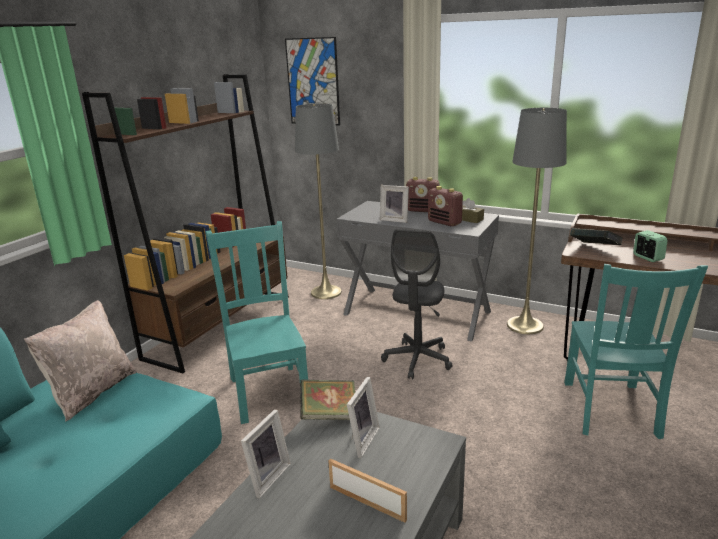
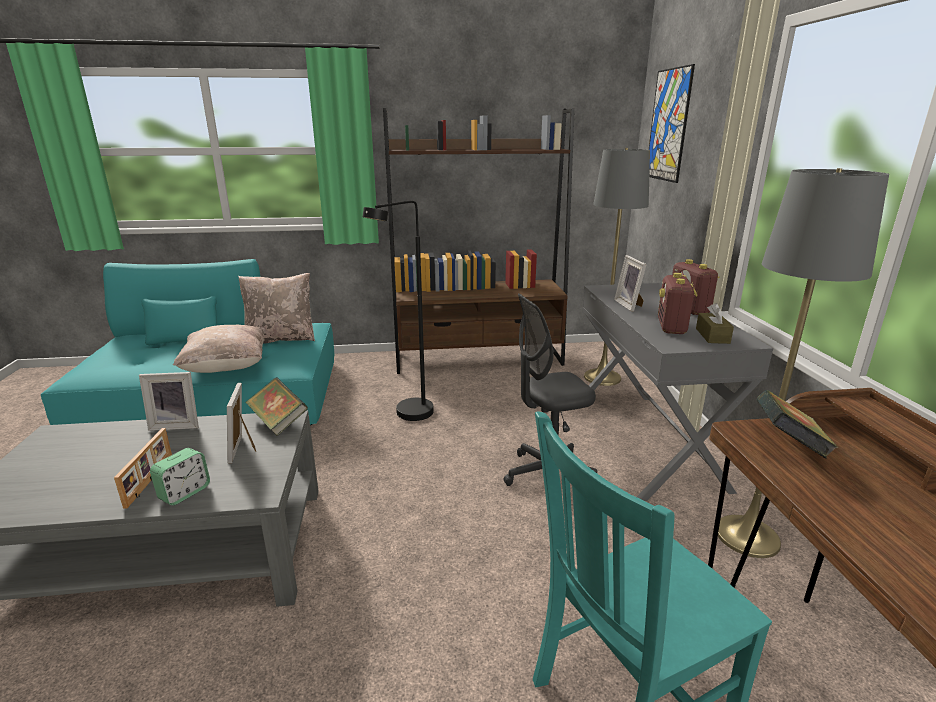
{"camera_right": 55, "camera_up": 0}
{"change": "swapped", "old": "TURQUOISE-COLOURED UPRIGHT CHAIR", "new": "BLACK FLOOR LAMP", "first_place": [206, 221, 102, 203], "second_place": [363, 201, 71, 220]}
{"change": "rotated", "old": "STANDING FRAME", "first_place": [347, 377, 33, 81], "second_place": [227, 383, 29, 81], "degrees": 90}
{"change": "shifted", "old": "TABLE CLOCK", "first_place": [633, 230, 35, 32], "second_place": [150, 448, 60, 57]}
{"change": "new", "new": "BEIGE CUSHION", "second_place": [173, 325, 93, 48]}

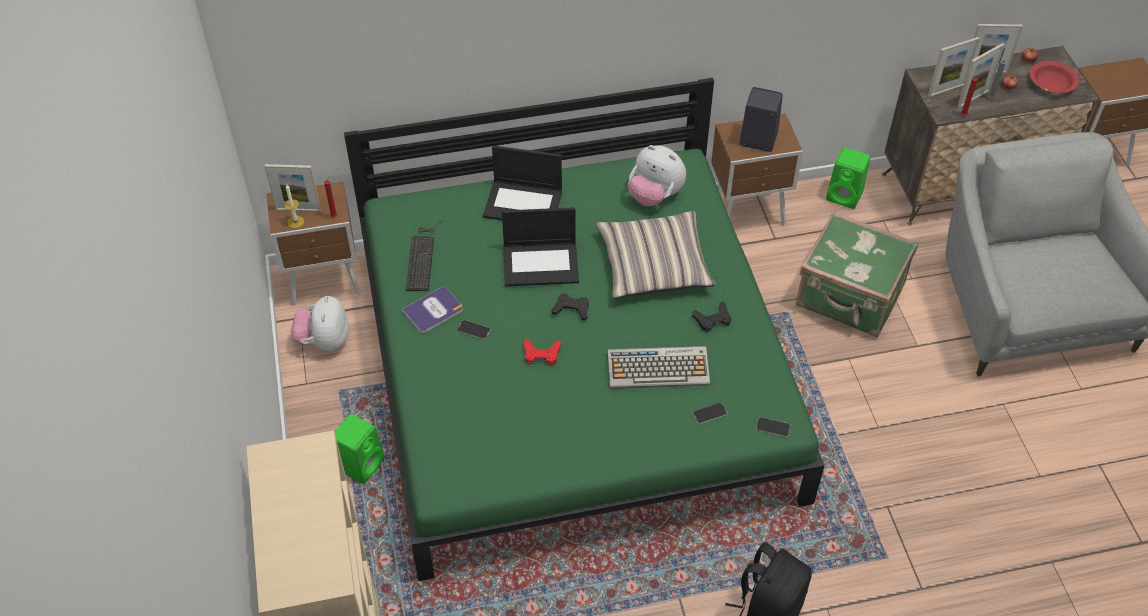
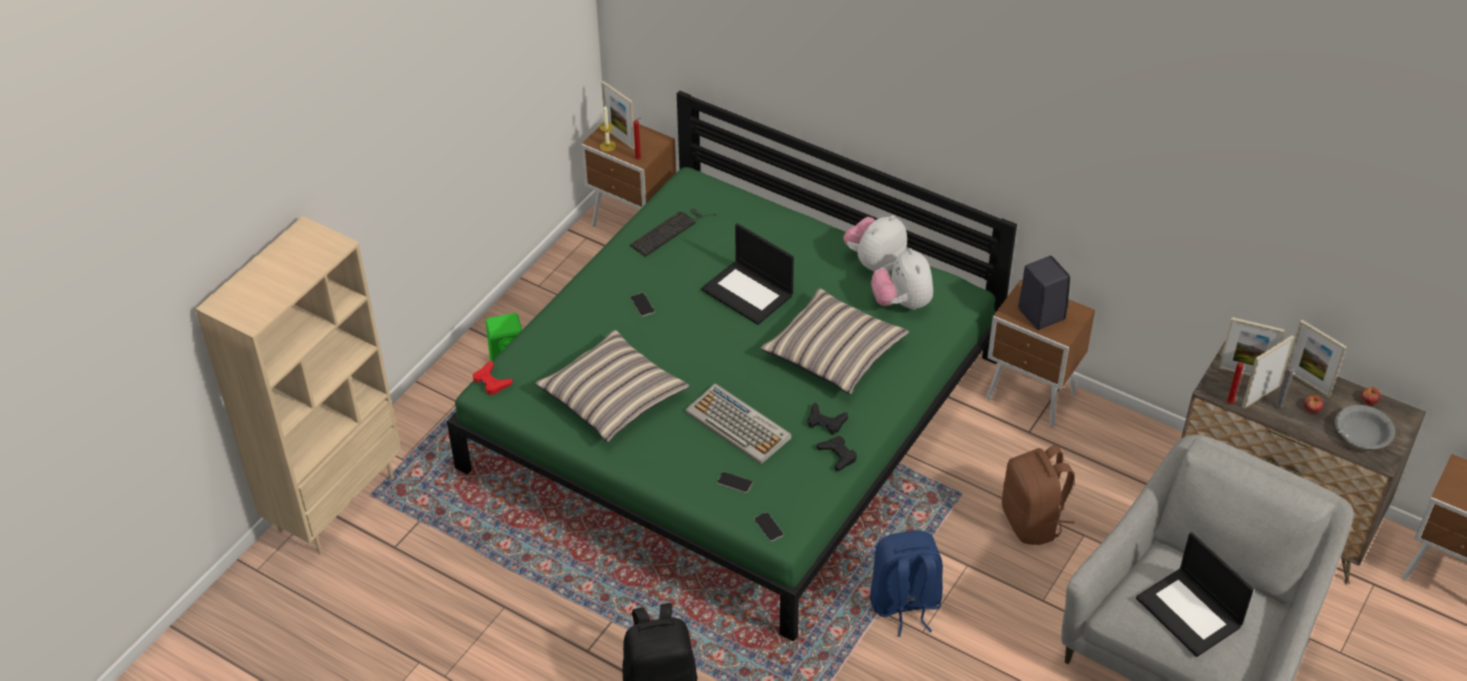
{"camera_right": 45, "camera_up": -5}
{"change": "shifted", "old": "PLUSH TOY", "first_place": [291, 296, 58, 55], "second_place": [843, 215, 64, 57]}
{"change": "gone", "old": "BOOK", "first_place": [402, 286, 61, 47]}
{"change": "shifted", "old": "PORTABLE COMPUTER", "first_place": [483, 145, 79, 75], "second_place": [1136, 532, 118, 125]}
{"change": "shifted", "old": "RED-COLOURED GAME CONTROLLER", "first_place": [523, 339, 38, 26], "second_place": [473, 361, 40, 34]}
{"change": "shifted", "old": "BLACK GAME CONTROLLER", "first_place": [552, 293, 37, 28], "second_place": [816, 436, 41, 35]}
{"change": "swapped", "old": "GREEN-COLOURED SUITCASE", "new": "BROWN BACKPACK", "first_place": [796, 211, 122, 126], "second_place": [1002, 445, 73, 100]}
{"change": "gone", "old": "GREEN-COLOURED LOUDSPEAKER", "first_place": [826, 147, 44, 62]}
{"change": "rotated", "old": "STANDING FRAME", "first_place": [957, 43, 48, 65], "second_place": [1242, 335, 53, 74], "degrees": 135}
{"change": "repainted", "old": "RED-COLOURED DEEP DISH", "new": "GREY DEEP DISH", "first_place": [1030, 61, 49, 32], "second_place": [1335, 405, 60, 44]}
{"change": "new", "new": "CUSHION", "second_place": [535, 330, 154, 112]}
{"change": "new", "new": "BLUE BACKPACK", "second_place": [870, 530, 73, 107]}

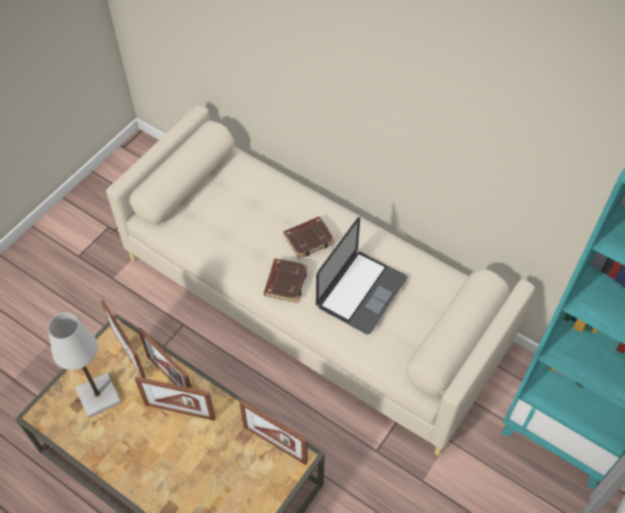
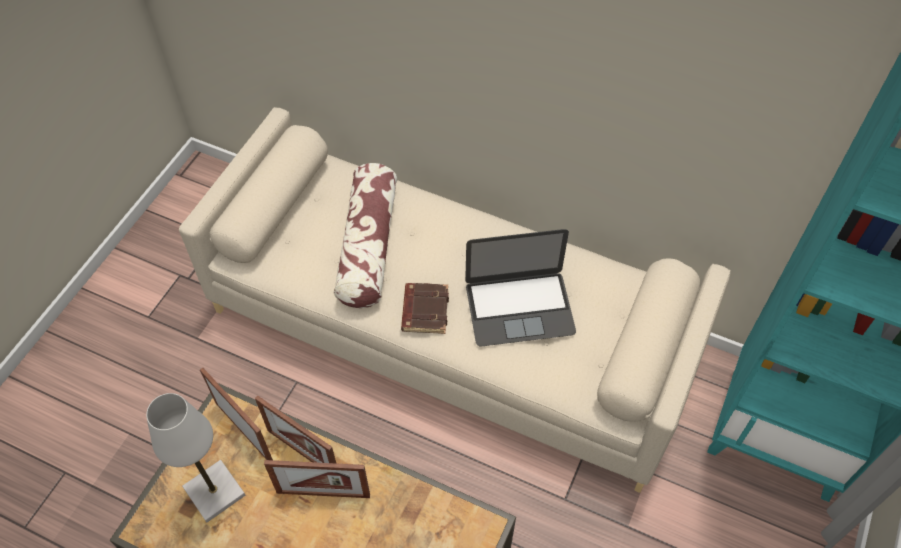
{"camera_right": -10, "camera_up": 0}
{"change": "gone", "old": "STANDING FRAME", "first_place": [239, 400, 69, 65]}
{"change": "gone", "old": "BROWN BOOK", "first_place": [284, 216, 51, 43]}
{"change": "rotated", "old": "PORTABLE COMPUTER", "first_place": [316, 217, 91, 117], "second_place": [465, 229, 111, 118], "degrees": 60}
{"change": "new", "new": "CUSHION", "second_place": [334, 163, 63, 145]}

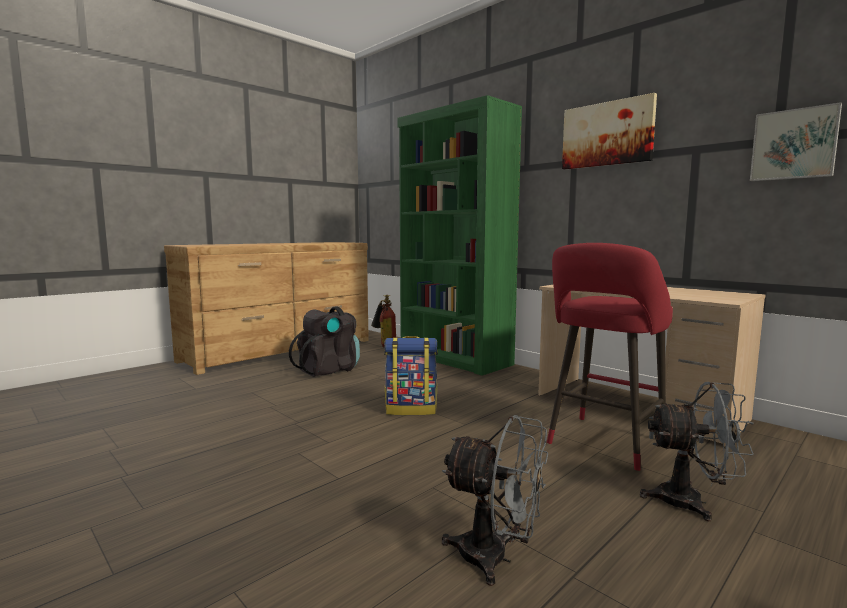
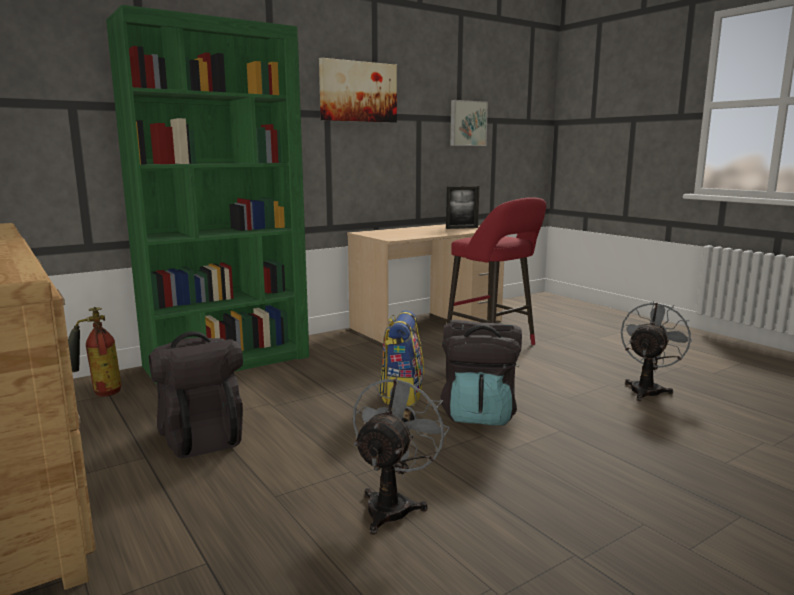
{"camera_right": -80, "camera_up": 5}
{"change": "shifted", "old": "GREY ELECTRIC FAN", "first_place": [640, 382, 114, 139], "second_place": [353, 373, 97, 162]}
{"change": "new", "new": "BLACK BACKPACK", "second_place": [441, 320, 81, 106]}
{"change": "new", "new": "STANDING FRAME", "second_place": [446, 186, 33, 43]}

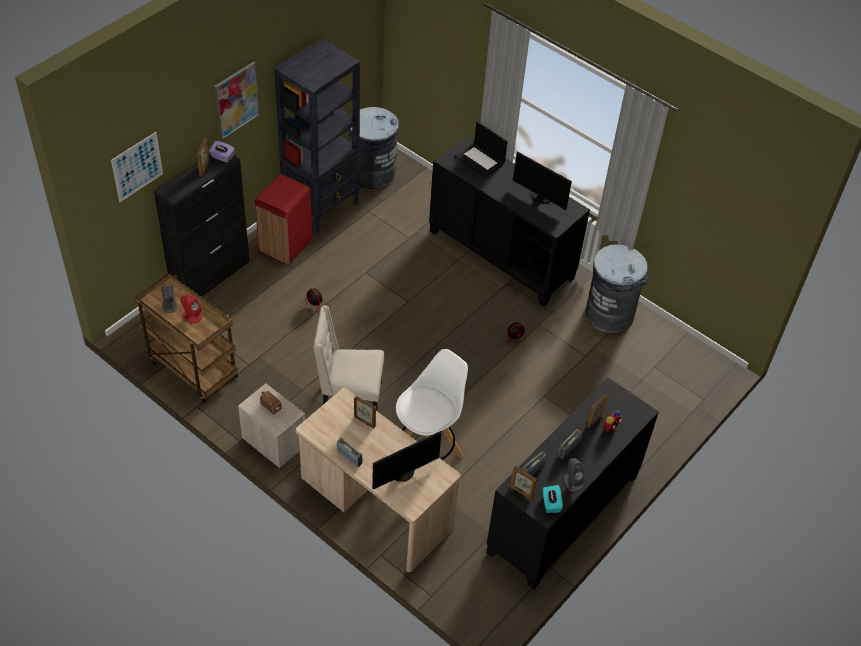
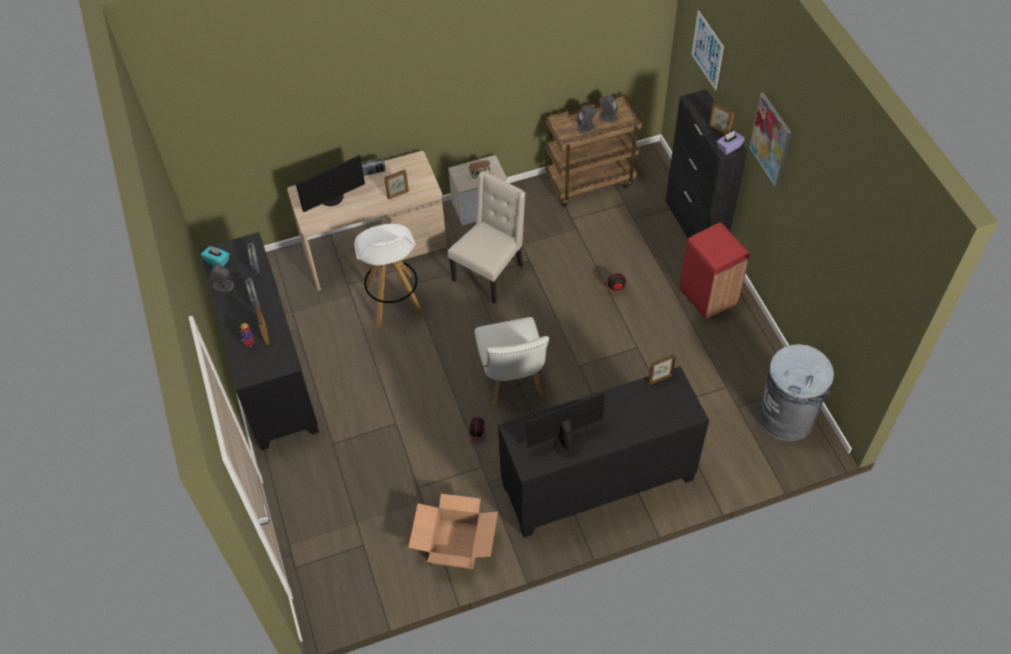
{"camera_right": 125, "camera_up": 5}
{"change": "repainted", "old": "RED-COLOURED LOUDSPEAKER", "new": "GREY LOUDSPEAKER", "first_place": [180, 295, 22, 28], "second_place": [577, 105, 20, 28]}
{"change": "gone", "old": "BLACK SHELVING UNIT", "first_place": [274, 38, 87, 196]}
{"change": "rotated", "old": "COMPUTER SCREEN", "first_place": [372, 431, 70, 58], "second_place": [296, 155, 69, 57], "degrees": -120}
{"change": "gone", "old": "PORTABLE COMPUTER", "first_place": [455, 121, 53, 56]}
{"change": "shifted", "old": "STANDING FRAME", "first_place": [510, 466, 27, 34], "second_place": [648, 354, 28, 31]}
{"change": "swapped", "old": "GREY WASTE BIN", "new": "PACKING BOX", "first_place": [586, 244, 62, 89], "second_place": [408, 494, 90, 75]}
{"change": "new", "new": "WHITE-COLOURED UPRIGHT CHAIR", "second_place": [475, 317, 74, 88]}

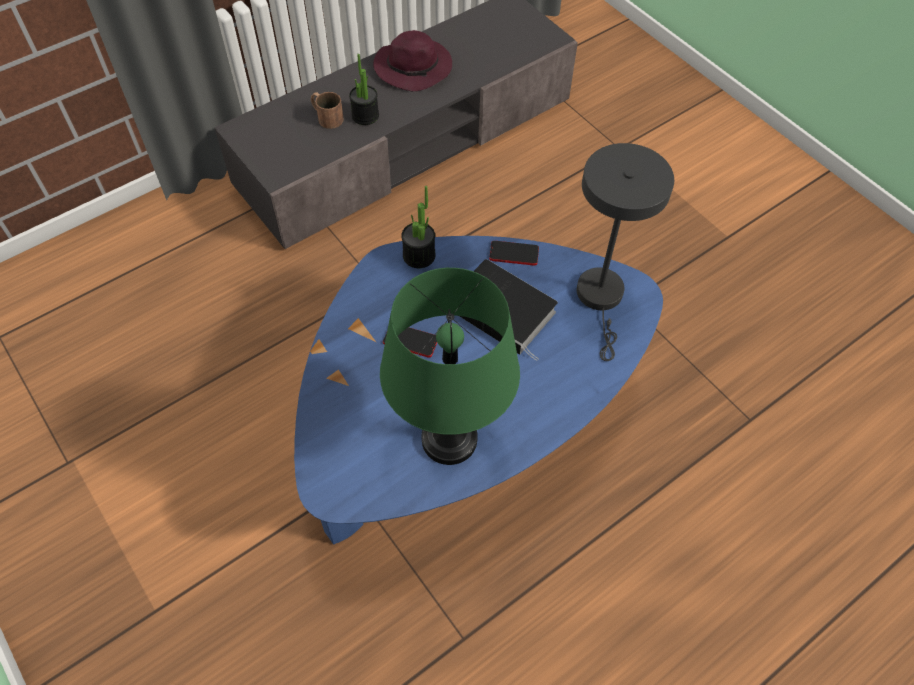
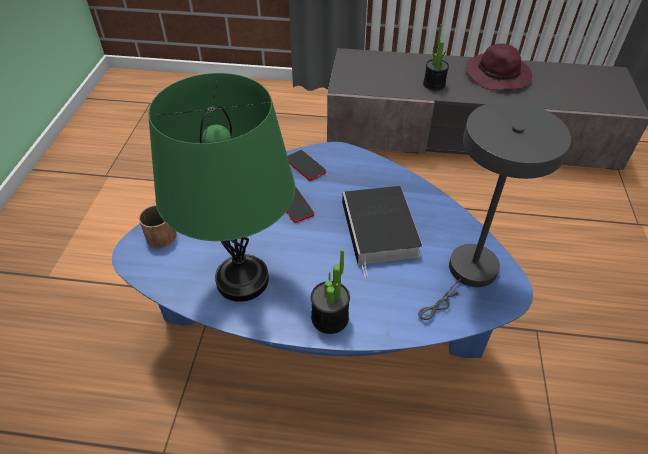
{"camera_right": 45, "camera_up": -10}
{"change": "shifted", "old": "BROWN MUG", "first_place": [311, 92, 33, 37], "second_place": [139, 202, 38, 46]}
{"change": "shifted", "old": "HOUSEPLANT", "first_place": [401, 186, 35, 82], "second_place": [311, 249, 39, 85]}
{"change": "shifted", "old": "TELEPHONE", "first_place": [489, 241, 50, 24], "second_place": [288, 150, 38, 31]}

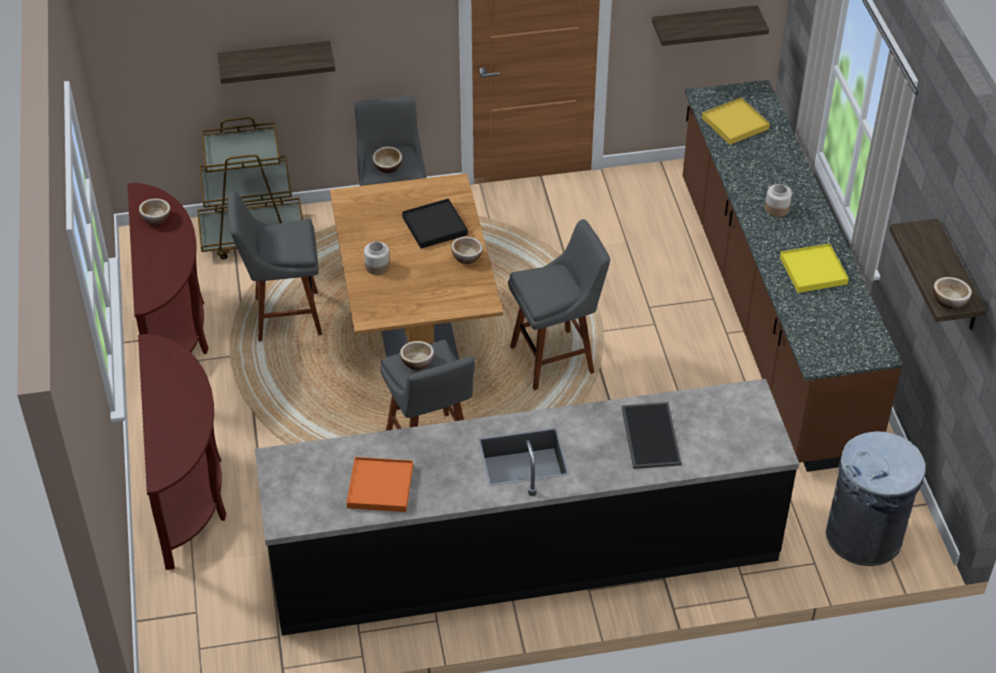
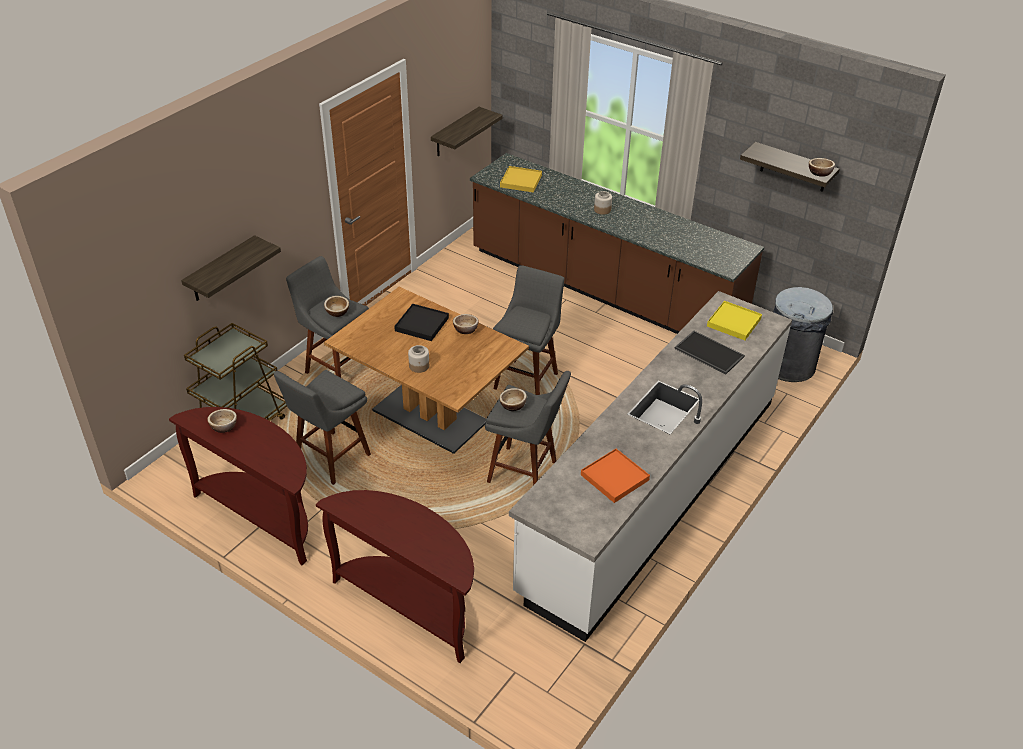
{"camera_right": -45, "camera_up": -5}
{"change": "repainted", "old": "BLACK KITCHEN COUNTER", "new": "WHITE-COLOURED KITCHEN COUNTER", "first_place": [255, 379, 544, 257], "second_place": [509, 291, 283, 351]}
{"change": "shifted", "old": "YELLOW-COLOURED TRAY", "first_place": [780, 243, 69, 50], "second_place": [707, 301, 55, 39]}

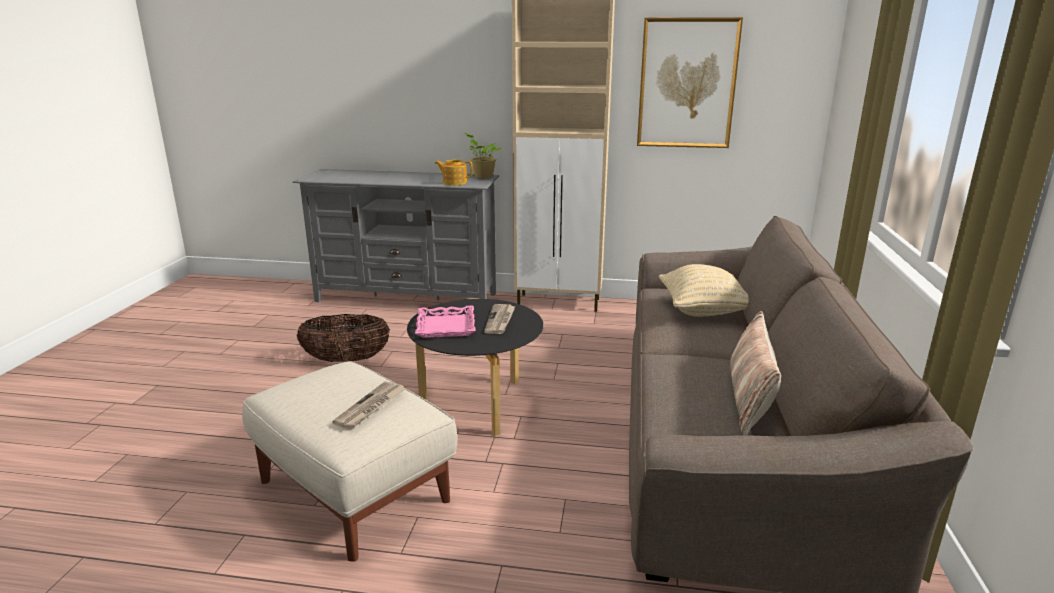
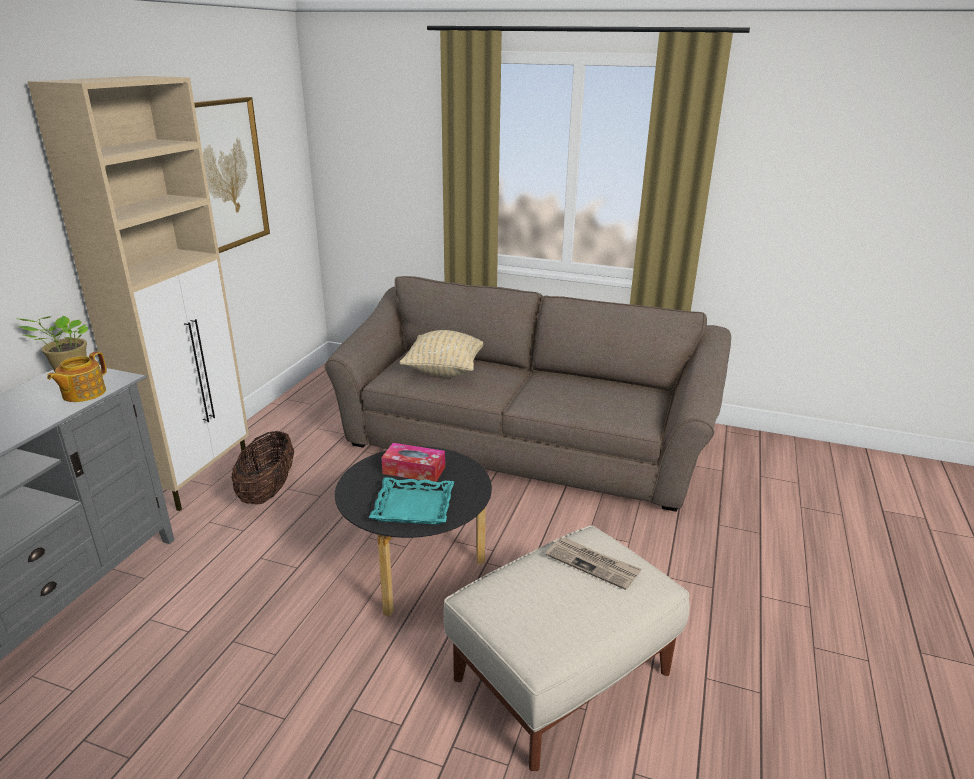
{"camera_right": -80, "camera_up": 5}
{"change": "shifted", "old": "HOUSEHOLD BASKET", "first_place": [297, 314, 93, 48], "second_place": [231, 431, 63, 74]}
{"change": "repainted", "old": "PINKISH TRAY", "new": "TURQUOISE-COLOURED TRAY", "first_place": [415, 306, 61, 32], "second_place": [369, 477, 85, 48]}
{"change": "swapped", "old": "NEWSPAPER", "new": "TISSUE BOX", "first_place": [484, 304, 31, 30], "second_place": [381, 443, 64, 39]}
{"change": "gone", "old": "CUSHION", "first_place": [730, 311, 51, 124]}

